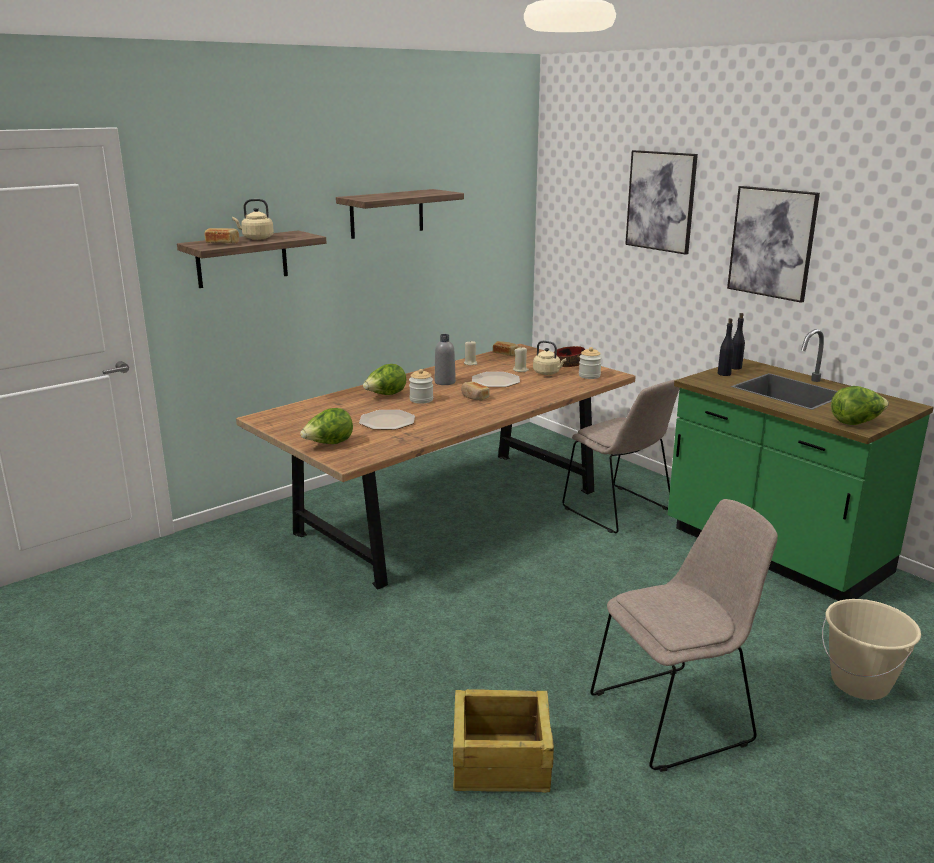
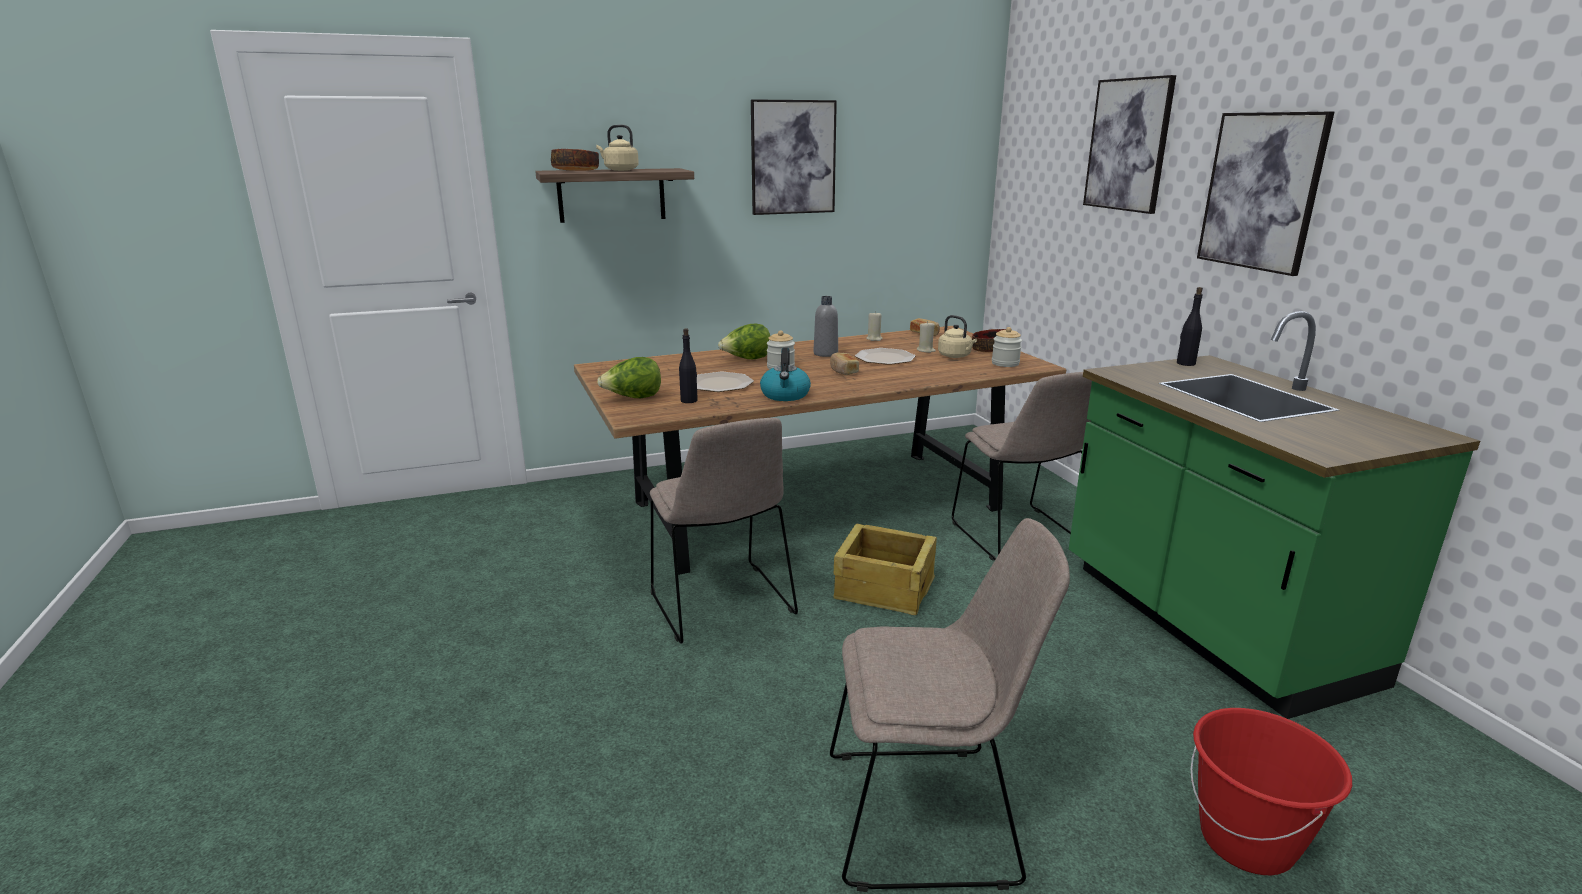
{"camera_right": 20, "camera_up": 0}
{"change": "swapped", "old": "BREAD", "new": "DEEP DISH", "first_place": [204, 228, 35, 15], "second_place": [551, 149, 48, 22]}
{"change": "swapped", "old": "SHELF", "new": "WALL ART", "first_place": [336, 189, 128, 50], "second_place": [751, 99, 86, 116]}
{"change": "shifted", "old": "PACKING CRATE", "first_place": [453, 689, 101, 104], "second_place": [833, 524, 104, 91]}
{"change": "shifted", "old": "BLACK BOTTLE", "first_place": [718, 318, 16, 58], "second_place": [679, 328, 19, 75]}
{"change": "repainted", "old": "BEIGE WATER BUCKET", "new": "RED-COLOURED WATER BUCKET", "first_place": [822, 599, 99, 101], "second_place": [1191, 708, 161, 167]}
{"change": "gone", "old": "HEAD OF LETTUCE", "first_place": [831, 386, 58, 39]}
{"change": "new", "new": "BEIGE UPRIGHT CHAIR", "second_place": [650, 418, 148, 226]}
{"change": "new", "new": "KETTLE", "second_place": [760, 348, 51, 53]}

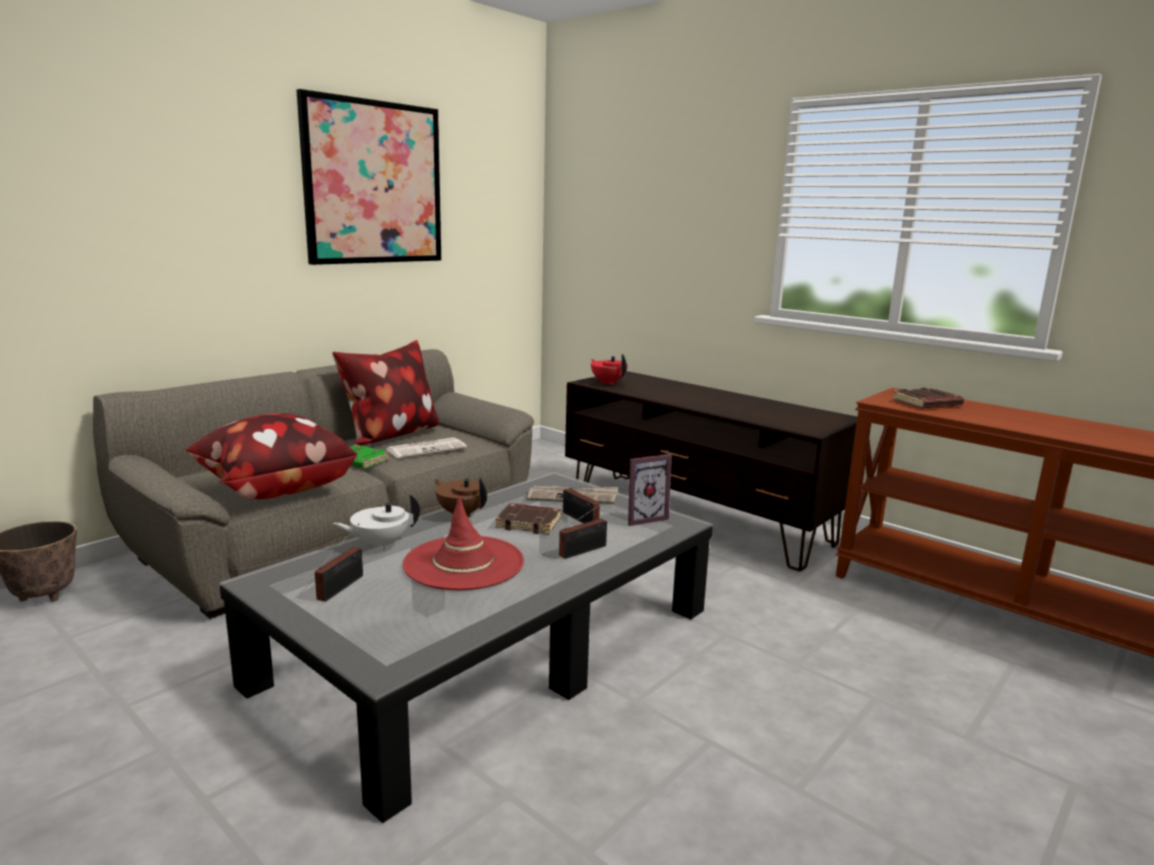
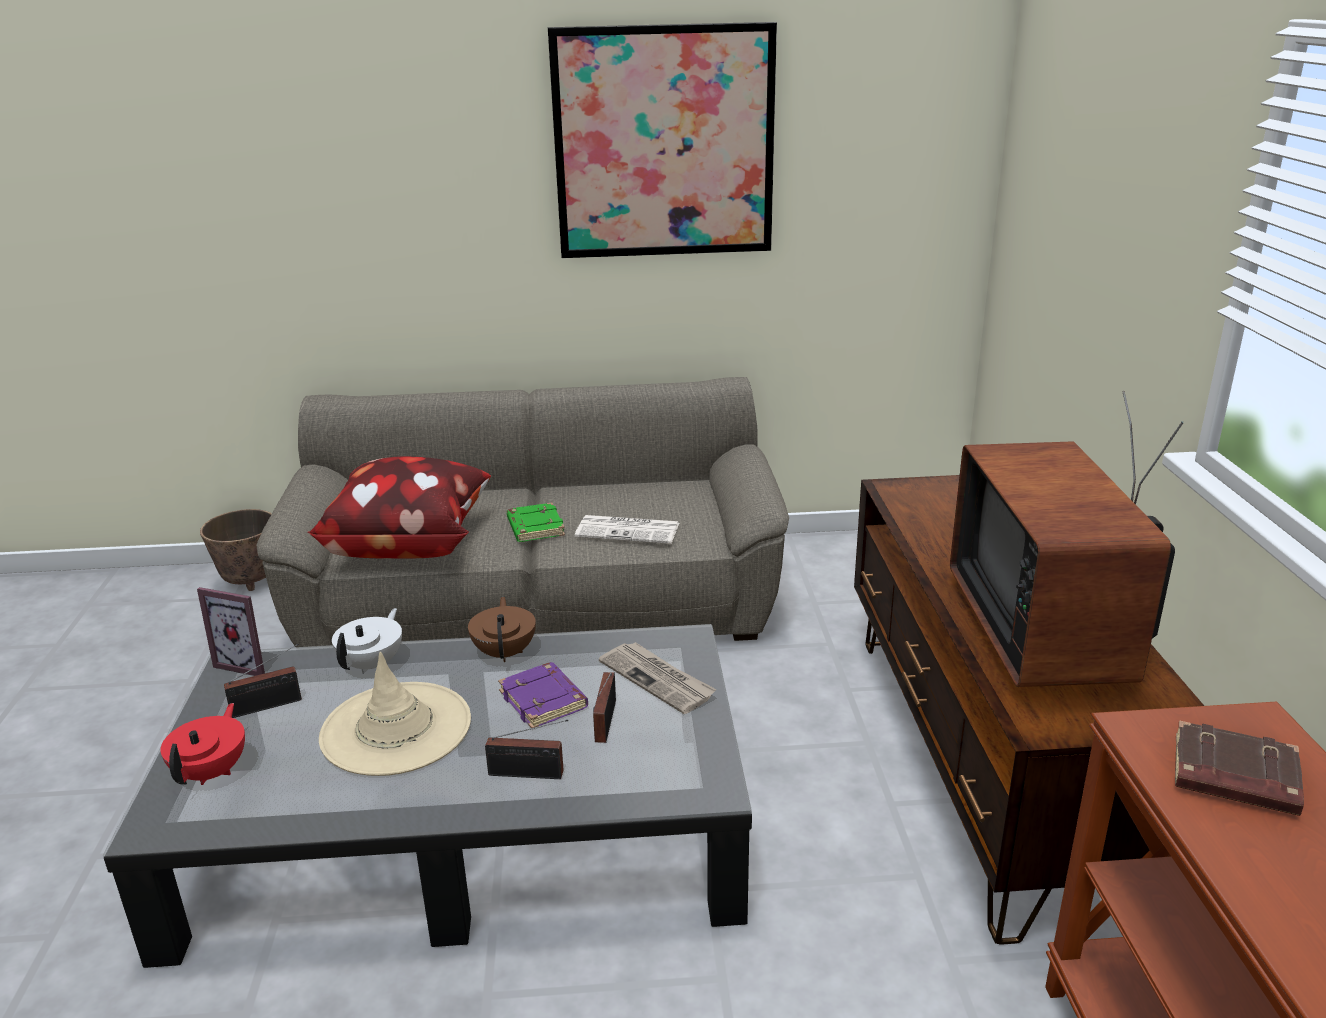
{"camera_right": 45, "camera_up": 10}
{"change": "gone", "old": "CUSHION", "first_place": [332, 340, 107, 106]}
{"change": "rotated", "old": "WHITE-COLOURED POT FOR TEA", "first_place": [333, 494, 87, 56], "second_place": [332, 608, 70, 66], "degrees": 90}
{"change": "repainted", "old": "RED-COLOURED WEARABLE HAT", "new": "BEIGE WEARABLE HAT", "first_place": [403, 496, 121, 94], "second_place": [319, 652, 152, 124]}
{"change": "repainted", "old": "BROWN BOOK", "new": "PURPLE BOOK", "first_place": [495, 503, 66, 31], "second_place": [498, 662, 90, 66]}
{"change": "shifted", "old": "RED-COLOURED POT FOR TEA", "first_place": [591, 354, 37, 31], "second_place": [160, 703, 85, 82]}
{"change": "shifted", "old": "STANDING FRAME", "first_place": [628, 454, 44, 72], "second_place": [197, 587, 68, 89]}
{"change": "new", "new": "TV", "second_place": [950, 391, 234, 296]}

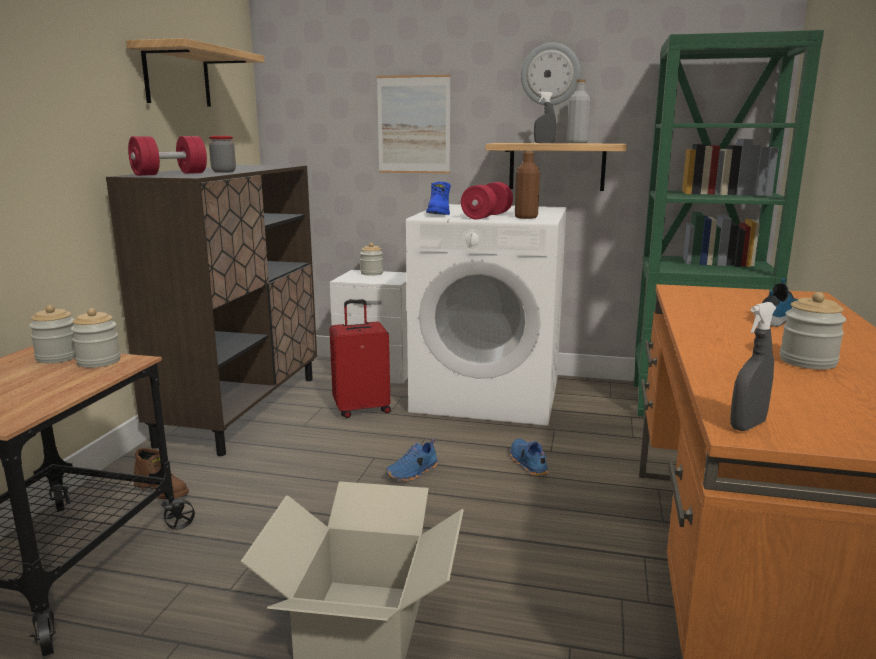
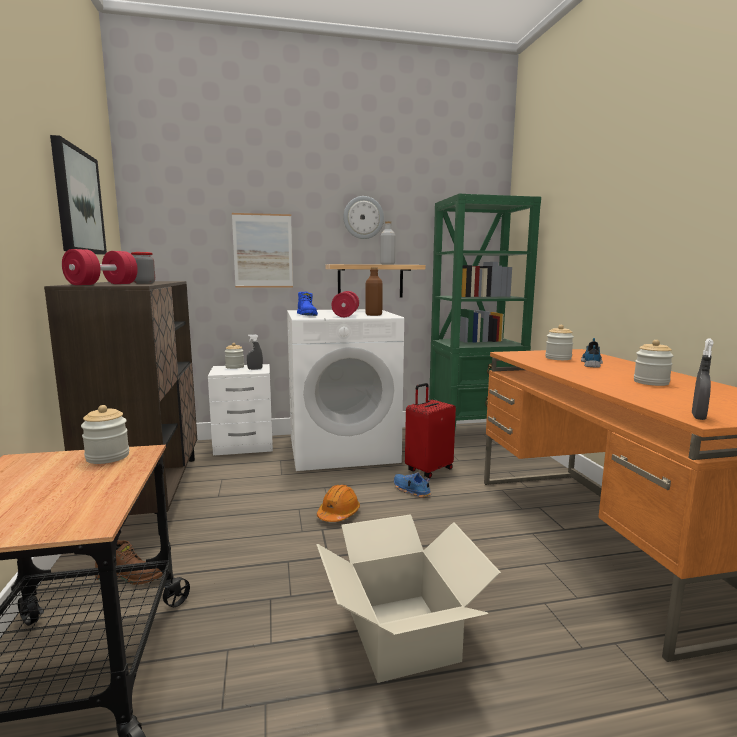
{"camera_right": -25, "camera_up": -5}
{"change": "shifted", "old": "STORAGE JAR", "first_place": [29, 305, 46, 58], "second_place": [545, 325, 29, 35]}
{"change": "swapped", "old": "SHELF", "new": "WALL ART", "first_place": [126, 38, 138, 69], "second_place": [50, 135, 57, 120]}
{"change": "shifted", "old": "RED-COLOURED SUITCASE", "first_place": [329, 299, 62, 119], "second_place": [405, 383, 51, 95]}
{"change": "swapped", "old": "BLUE LOW SHOE", "new": "ORANGEY HARD HAT", "first_place": [385, 439, 53, 42], "second_place": [317, 485, 43, 37]}
{"change": "shifted", "old": "GREY HAND SPRAYER", "first_place": [534, 91, 22, 52], "second_place": [247, 334, 16, 36]}

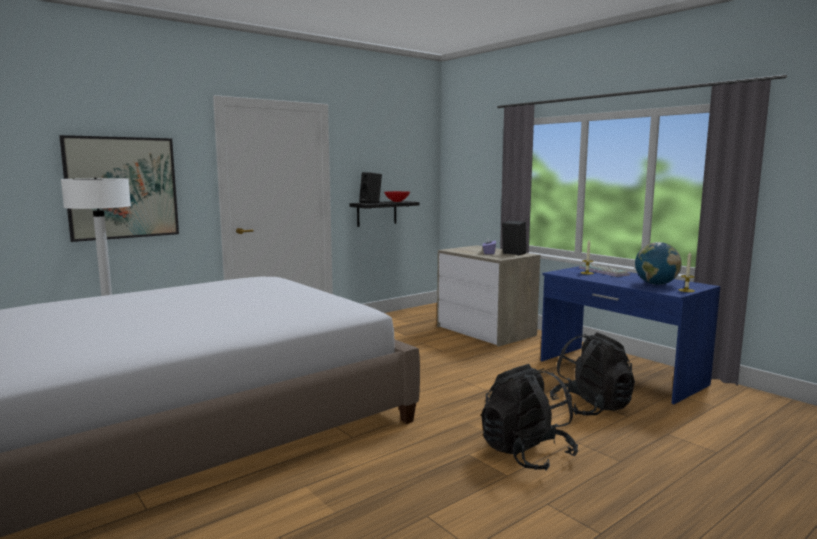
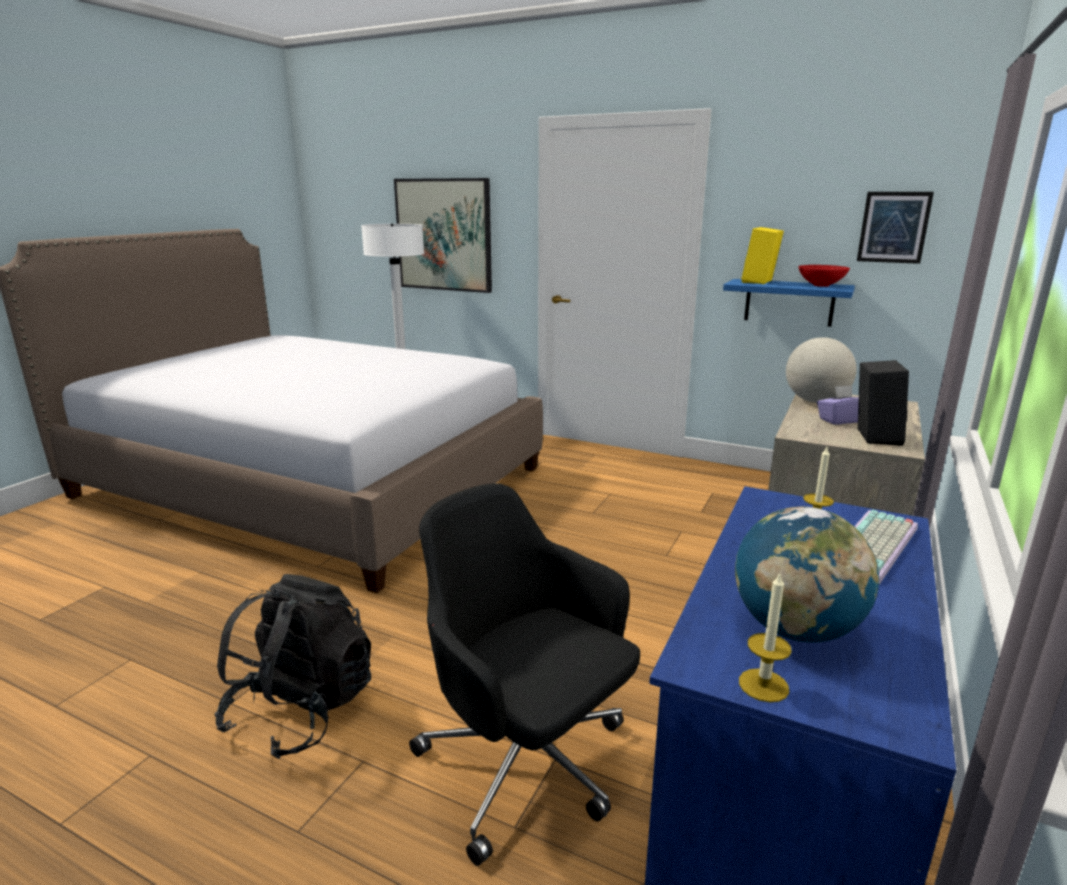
{"camera_right": 65, "camera_up": 10}
{"change": "repainted", "old": "BLACK SHELF", "new": "BLUE SHELF", "first_place": [350, 201, 69, 26], "second_place": [723, 279, 132, 48]}
{"change": "repainted", "old": "BLACK LOUDSPEAKER", "new": "YELLOW-COLOURED LOUDSPEAKER", "first_place": [359, 172, 23, 32], "second_place": [741, 227, 43, 57]}
{"change": "swapped", "old": "BLACK BACKPACK", "new": "BLACK COMPUTER CHAIR", "first_place": [550, 332, 85, 84], "second_place": [409, 483, 231, 383]}
{"change": "new", "new": "WORLD GLOBE", "second_place": [786, 337, 71, 66]}
{"change": "new", "new": "WALL ART", "second_place": [857, 192, 77, 72]}

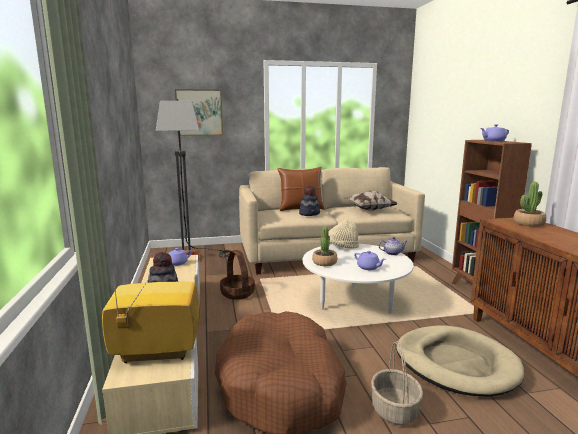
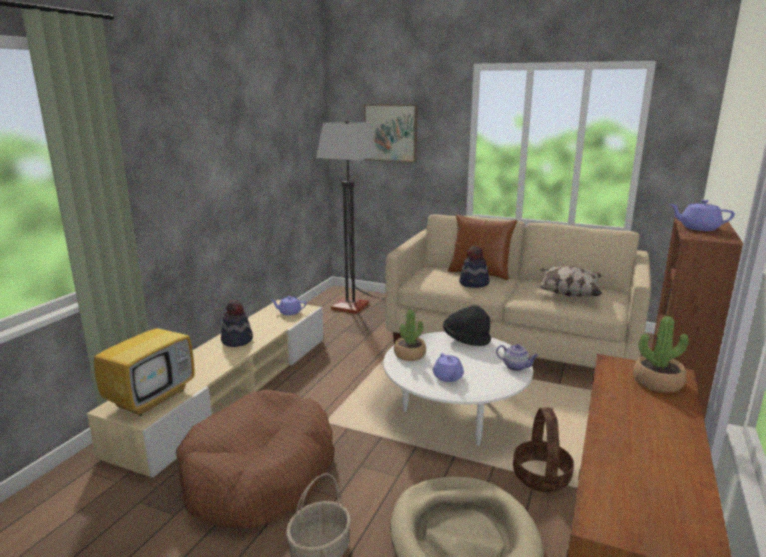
{"camera_right": 35, "camera_up": 5}
{"change": "rotated", "old": "TV", "first_place": [102, 265, 97, 98], "second_place": [94, 291, 100, 125], "degrees": 90}
{"change": "shifted", "old": "HOUSEHOLD BASKET", "first_place": [220, 250, 35, 50], "second_place": [513, 407, 61, 85]}
{"change": "repainted", "old": "BEIGE WEARABLE HAT", "new": "BLACK WEARABLE HAT", "first_place": [328, 220, 31, 29], "second_place": [443, 305, 48, 41]}

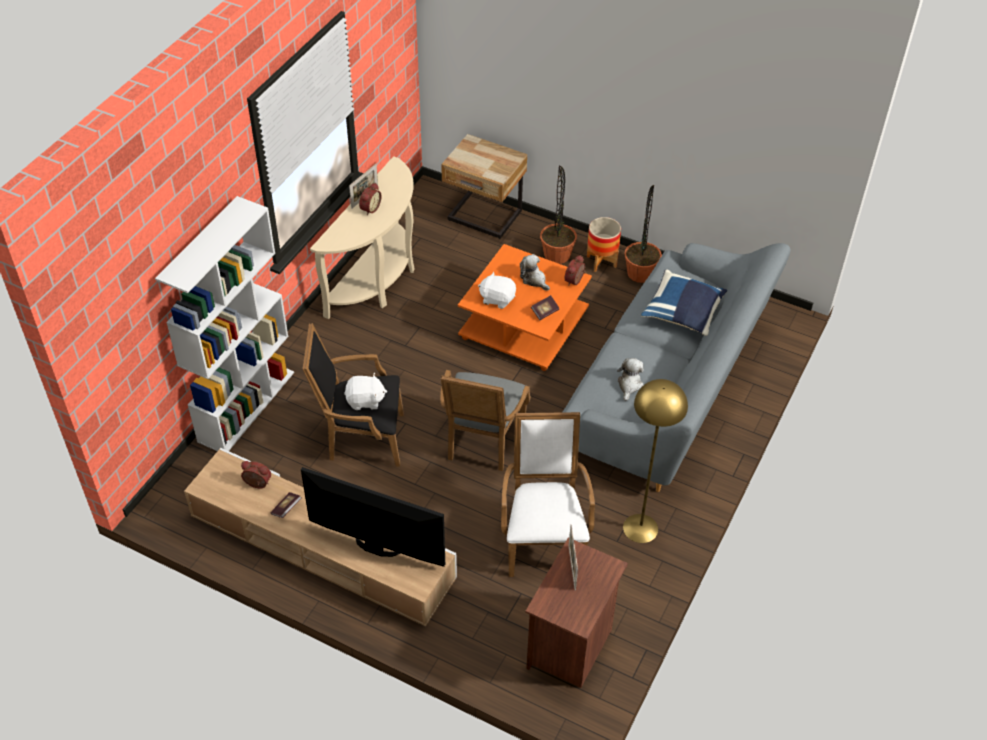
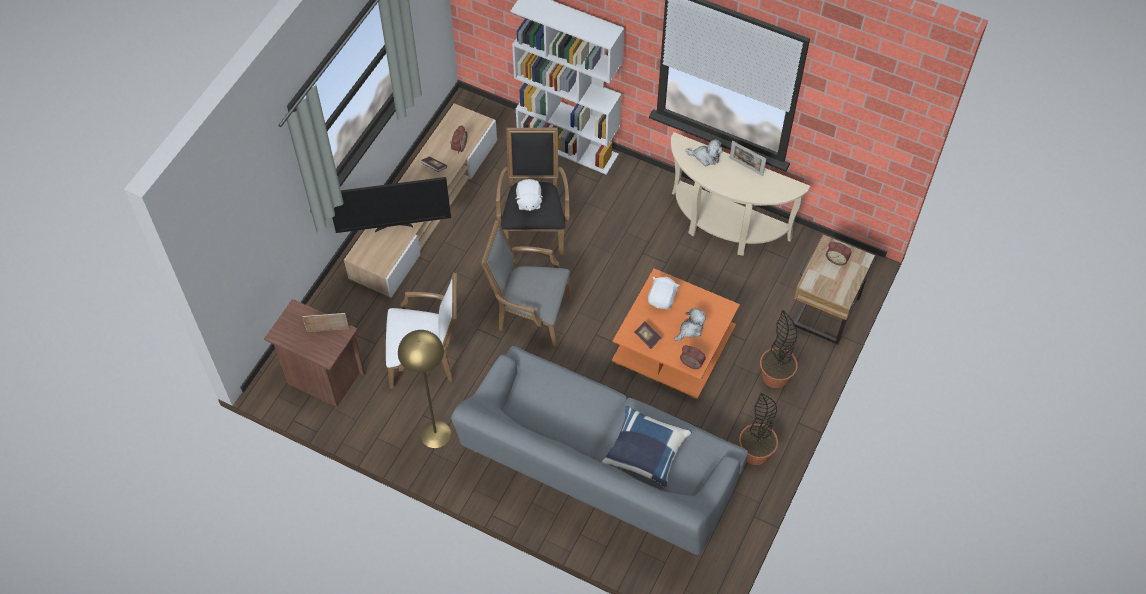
{"camera_right": 90, "camera_up": 10}
{"change": "rotated", "old": "TV", "first_place": [301, 467, 144, 100], "second_place": [332, 177, 119, 56], "degrees": 60}
{"change": "shifted", "old": "TABLE CLOCK", "first_place": [359, 183, 22, 32], "second_place": [826, 241, 26, 25]}
{"change": "gone", "old": "PLANT POT", "first_place": [587, 217, 34, 55]}
{"change": "shifted", "old": "PLUSH TOY", "first_place": [617, 358, 26, 43], "second_place": [686, 139, 37, 27]}

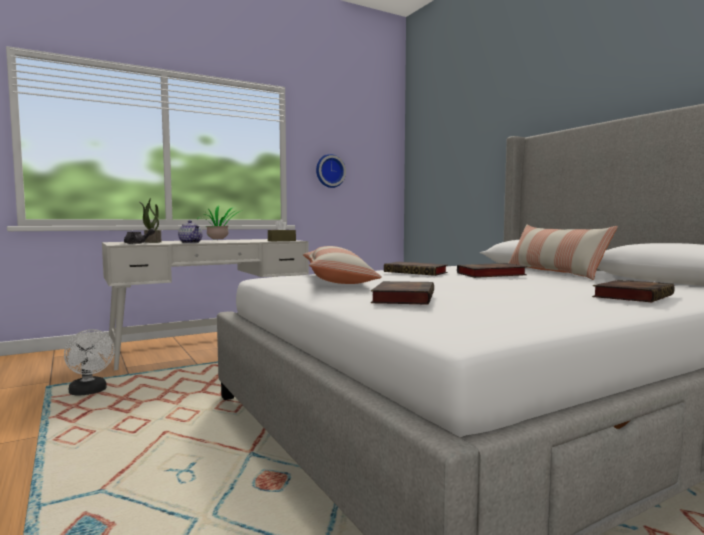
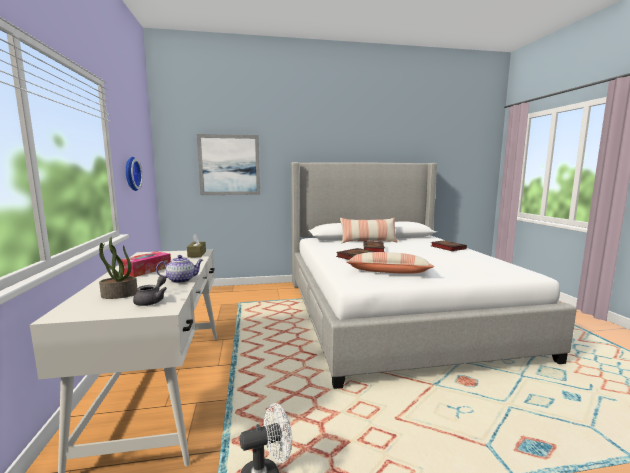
{"camera_right": -70, "camera_up": 5}
{"change": "swapped", "old": "HOUSEPLANT", "new": "TISSUE BOX", "first_place": [198, 206, 42, 33], "second_place": [121, 251, 50, 26]}
{"change": "gone", "old": "BOOK", "first_place": [371, 281, 63, 24]}
{"change": "new", "new": "WALL ART", "second_place": [197, 134, 63, 61]}

